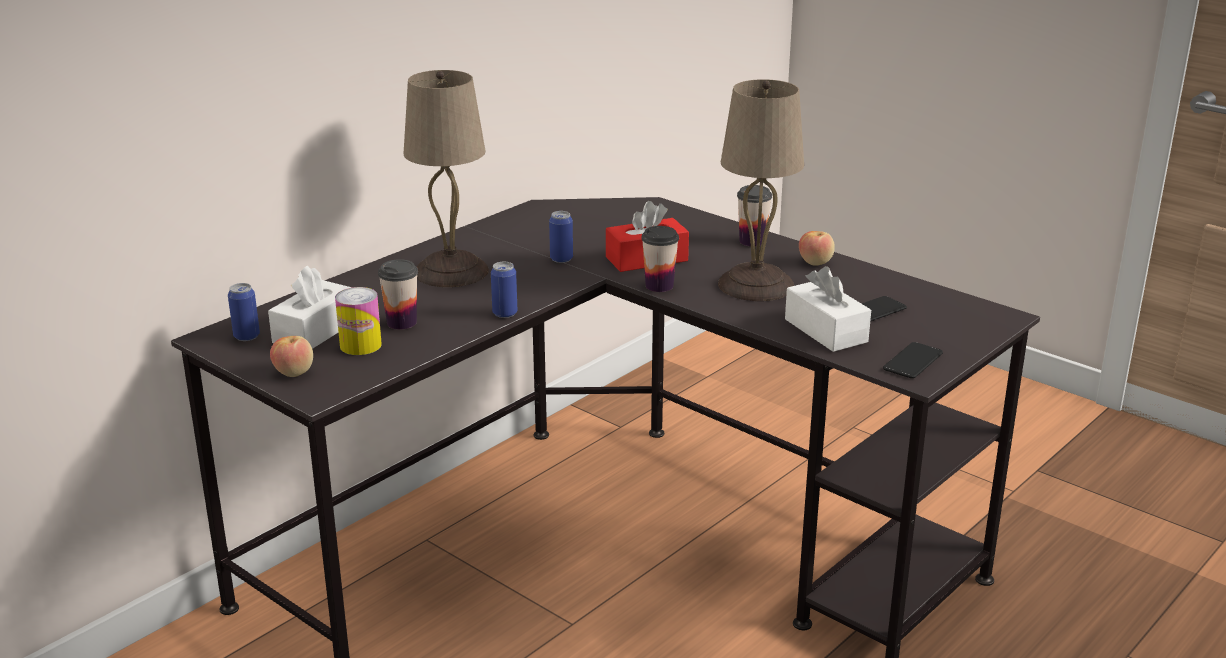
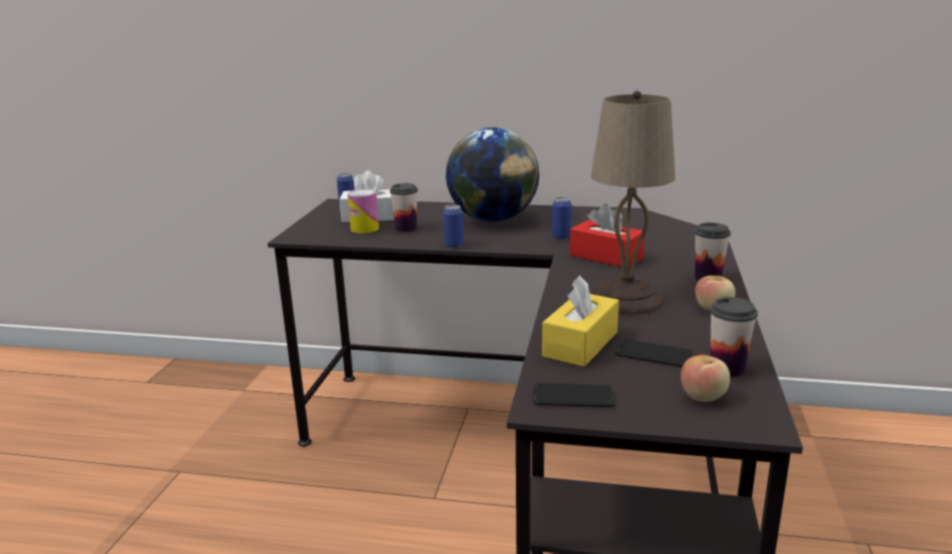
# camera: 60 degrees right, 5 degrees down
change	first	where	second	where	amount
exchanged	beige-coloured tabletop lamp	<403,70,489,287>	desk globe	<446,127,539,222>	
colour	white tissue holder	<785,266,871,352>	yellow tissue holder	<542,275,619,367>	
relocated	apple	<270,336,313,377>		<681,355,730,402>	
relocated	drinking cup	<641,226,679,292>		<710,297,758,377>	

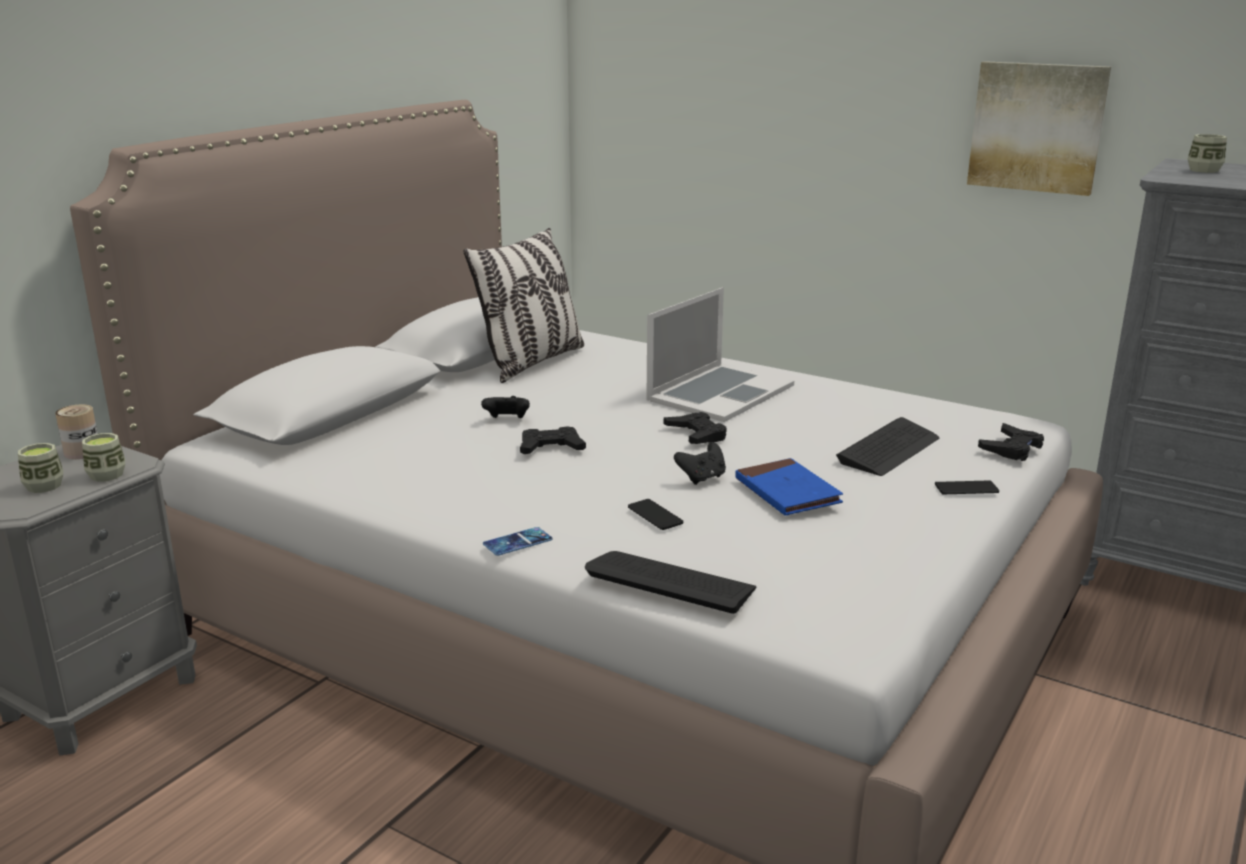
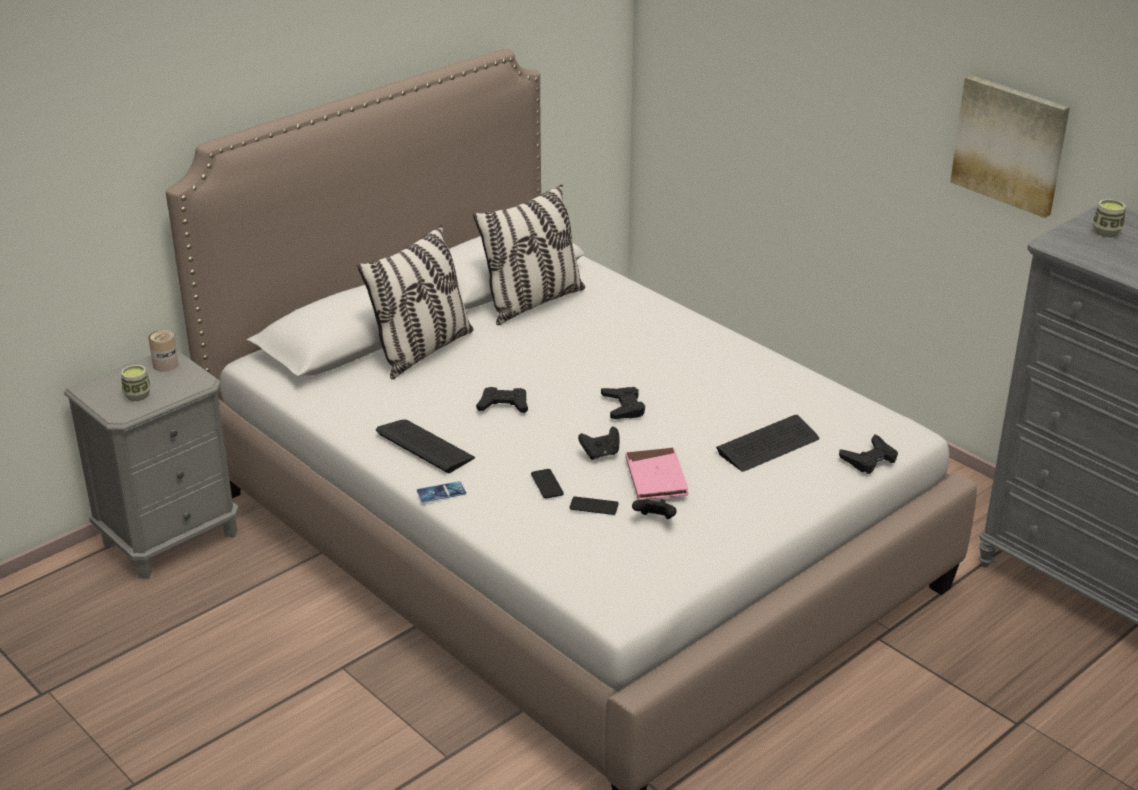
# camera: 15 degrees right, 10 degrees up
change	first	where	second	where	amount
appeared			cushion	<357,225,474,379>	
relocated	PC keyboard	<585,551,757,614>		<376,420,475,473>	
relocated	phone	<935,480,999,494>		<570,496,619,515>	
colour	bluish bound book	<735,458,843,515>	pink bound book	<625,447,688,500>	
relocated	black-coloured gamepad	<481,396,530,418>		<632,499,677,519>	
missing	drinking cup	<82,433,125,482>			
missing	portable computer	<646,287,794,422>			

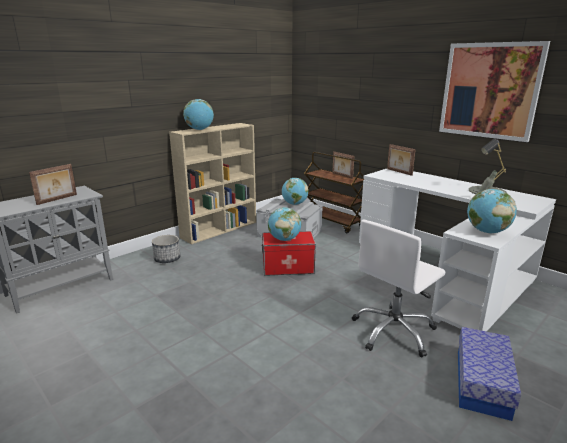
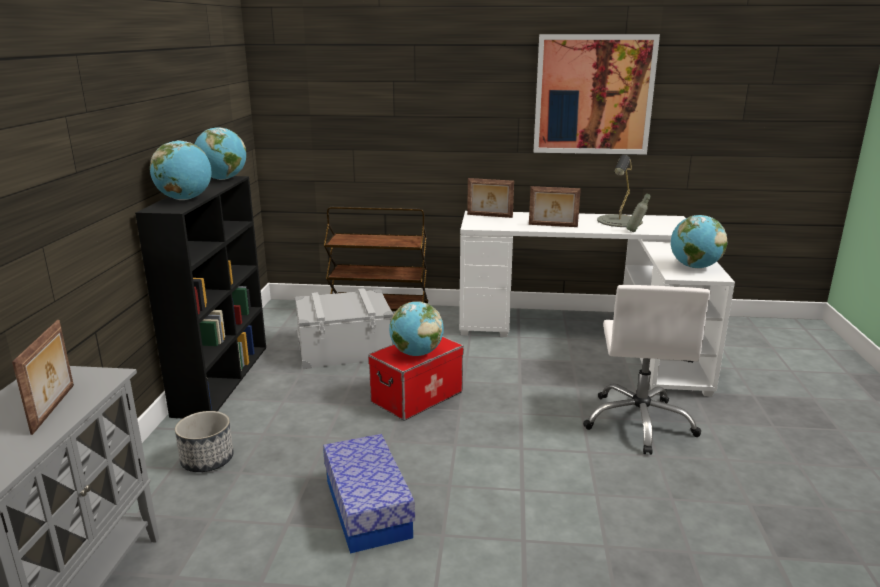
# camera: 40 degrees left, 0 degrees up
change	first	where	second	where	amount
colour	beige-coloured shelving unit	<169,123,256,244>	black-coloured shelving unit	<135,176,266,419>	
relocated	desk globe	<282,178,309,205>		<194,128,246,180>	
relocated	storage container	<458,327,521,421>		<323,434,415,554>	
relocated	photo frame	<332,151,354,179>		<529,186,581,227>	

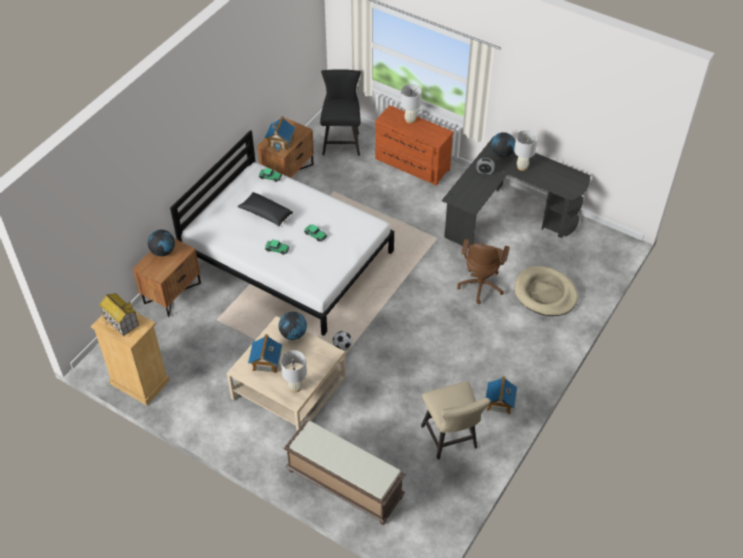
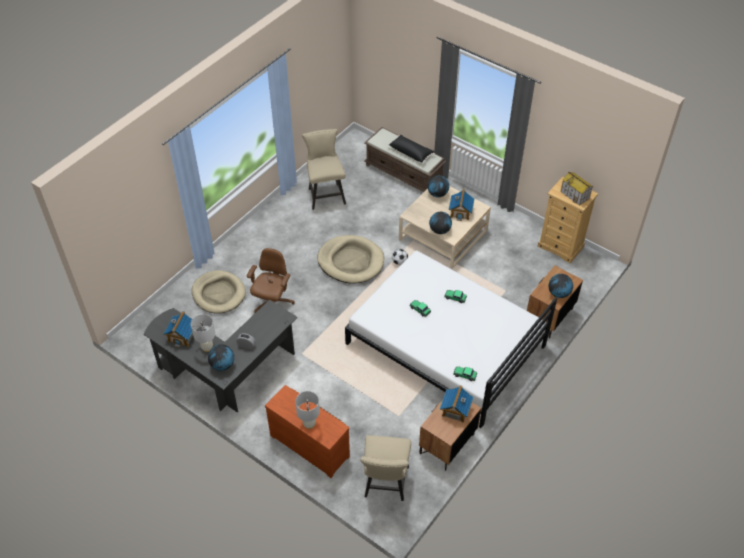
# camera: 175 degrees left, 0 degrees up
change	first	where	second	where	amount
relocated	toy house	<486,376,517,414>		<163,311,193,348>	
appeared			beige-coloured dog bed	<317,235,384,284>	
colour	black-coloured plain chair	<320,69,361,156>	beige-coloured plain chair	<360,435,411,501>	
relocated	black-coloured cushion	<237,192,294,227>		<388,135,435,163>	
exchanged	white tabletop lamp	<281,350,307,392>	desk globe	<428,175,449,197>	

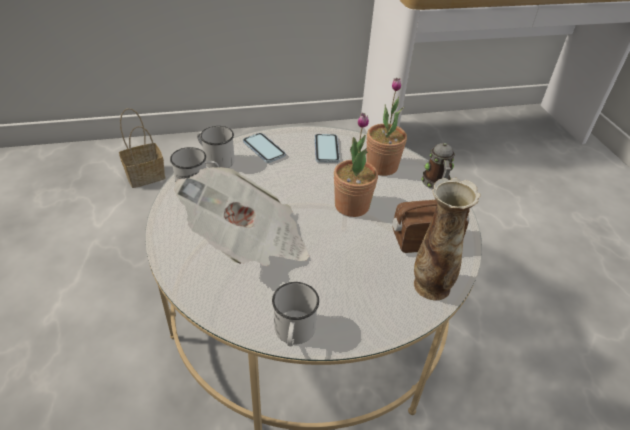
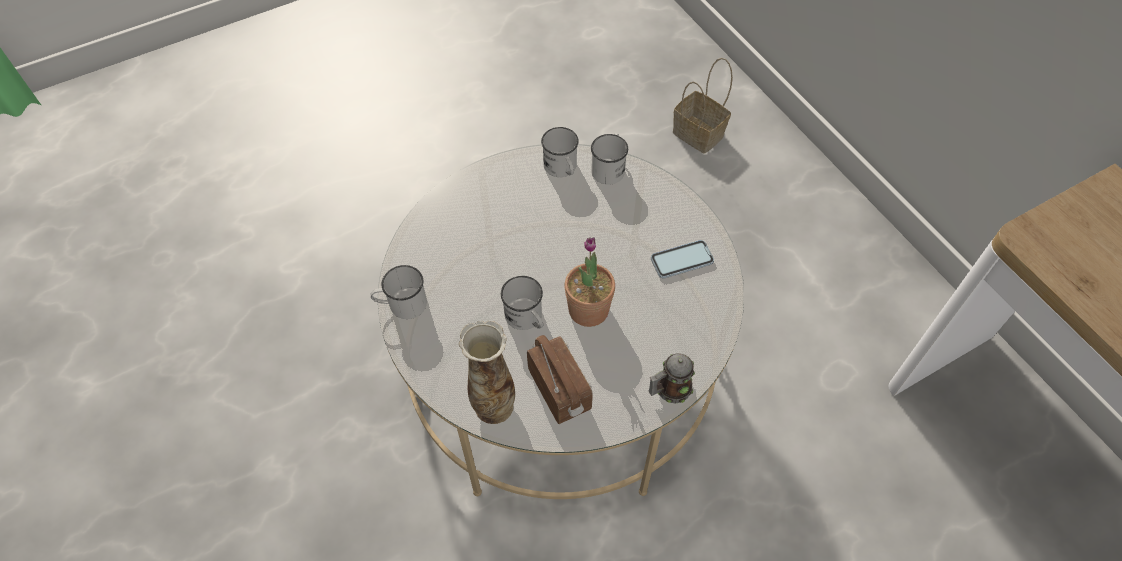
# camera: 75 degrees right, 15 degrees up
change	first	where	second	where	amount
appeared			white tea mug	<501,276,543,330>	
missing	newspaper	<174,167,309,266>			
missing	phone	<243,133,286,163>			
missing	plant in a pot	<366,78,407,176>			

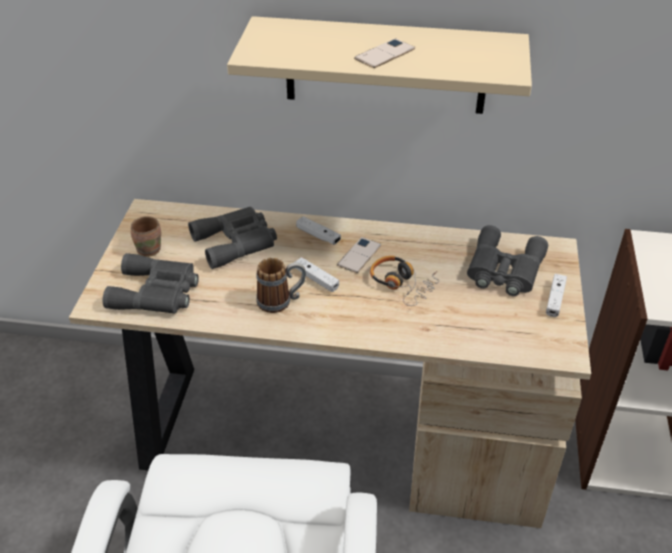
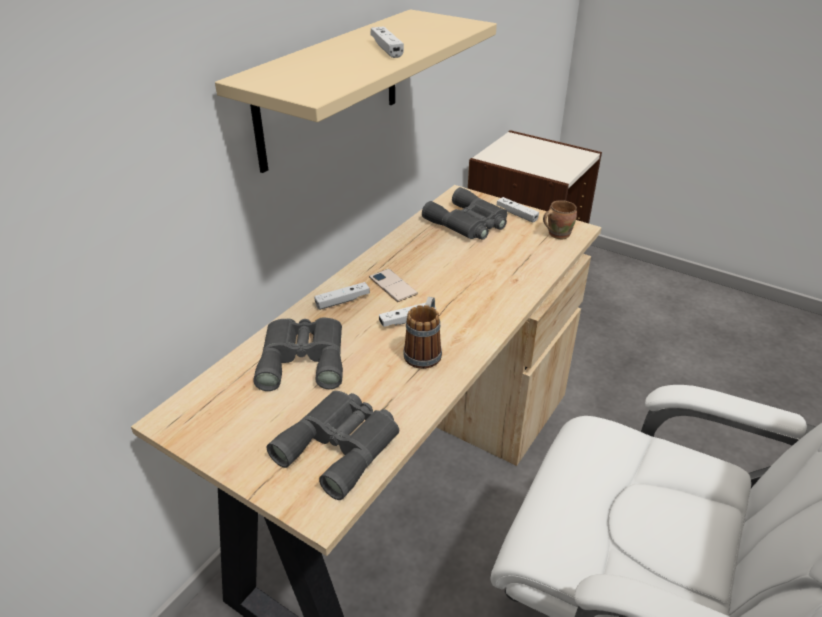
# camera: 65 degrees left, 5 degrees down
change	first	where	second	where	amount
exchanged	phone	<354,38,415,68>	white gamepad	<371,26,404,58>	
relocated	brown tea mug	<131,216,161,257>		<543,200,577,239>	
missing	headset	<370,256,439,306>			

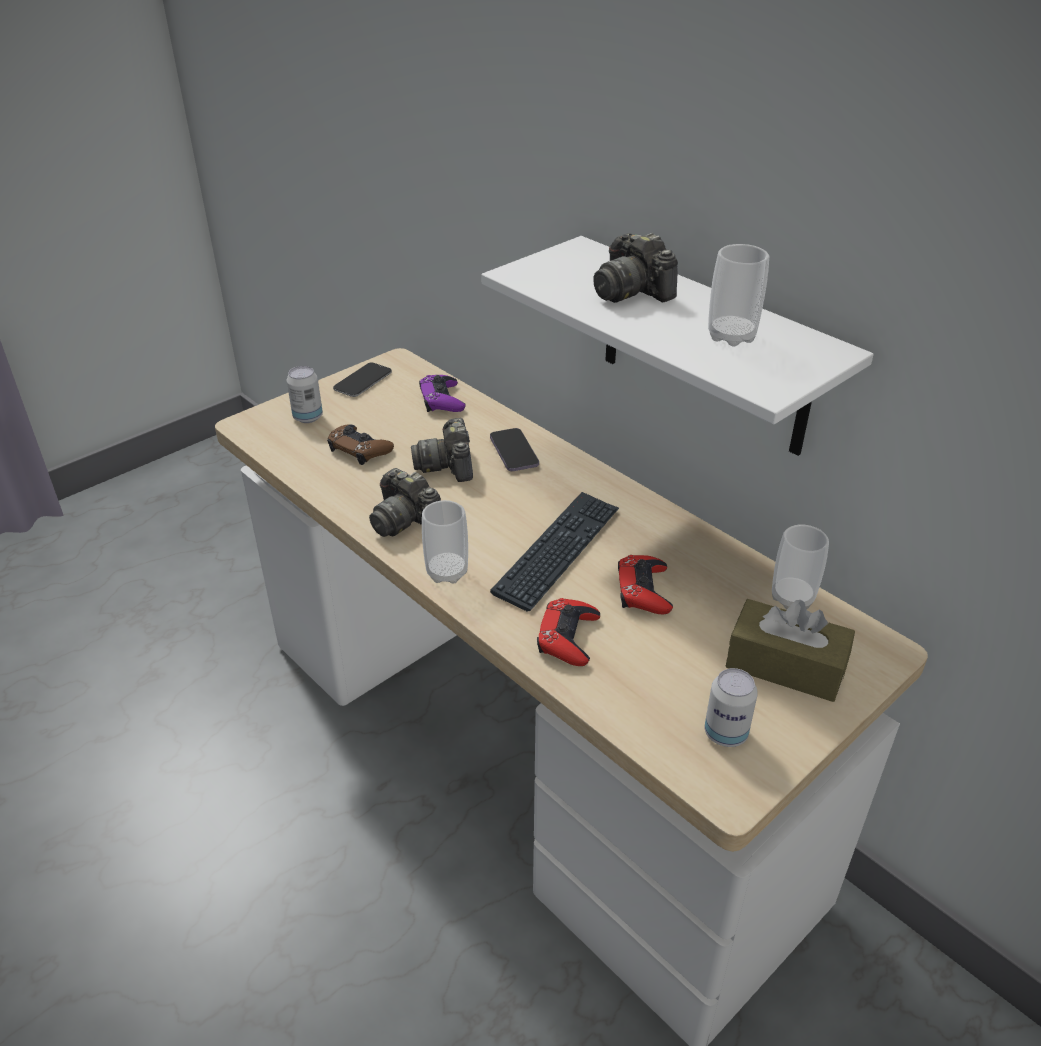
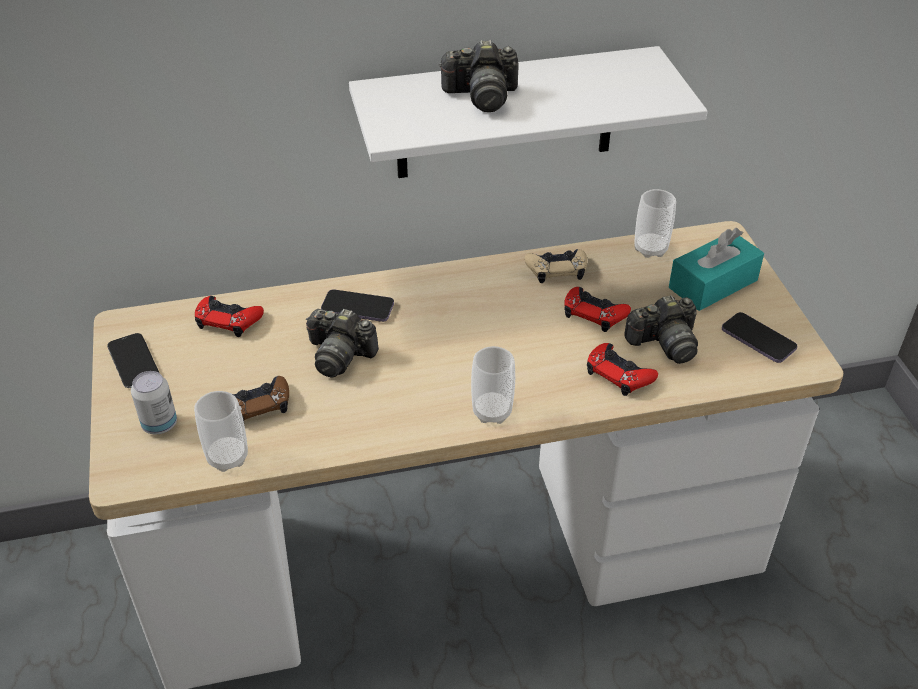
# camera: 60 degrees left, 5 degrees up
change	first	where	second	where	amount
relocated	drinking cup	<708,244,769,347>		<194,391,248,472>	
colour	purplish gamepad	<419,375,466,412>	red gamepad	<195,296,264,337>	
appeared			beige-coloured gamepad	<525,249,587,283>	
relocated	still camera	<369,468,441,537>		<624,295,698,364>	
colour	brown tissue holder	<726,599,855,702>	blue-green tissue holder	<669,228,764,311>	
exchanged	sealed can	<704,668,758,747>	phone	<722,312,797,363>	
missing	PC keyboard	<490,492,619,611>			

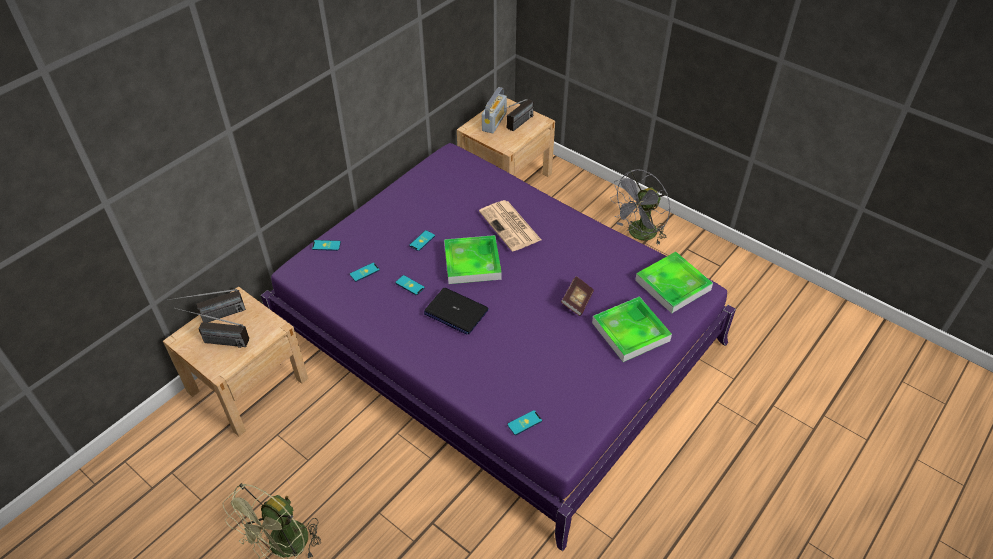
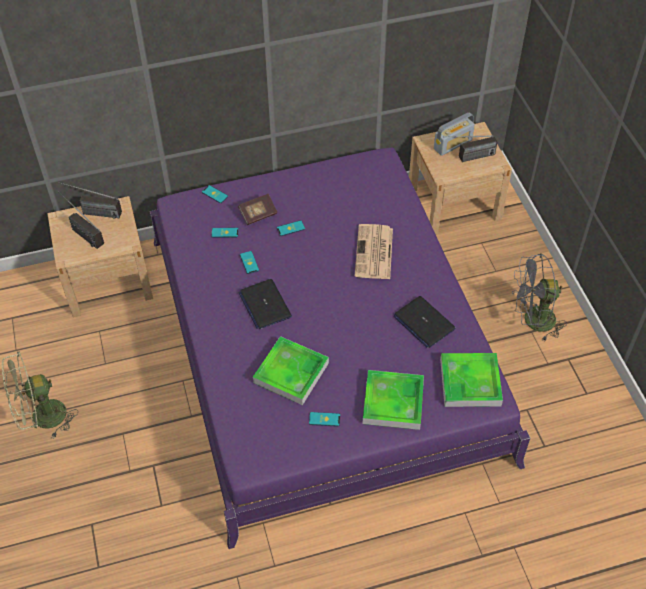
# camera: 35 degrees right, 5 degrees up
change	first	where	second	where	amount
relocated	bound book	<561,276,594,316>		<238,194,277,225>	
relocated	carrying tray	<444,235,502,284>		<253,336,329,405>	
relocated	phone	<507,410,542,435>		<309,412,340,427>	
appeared			portable computer	<394,296,456,348>	

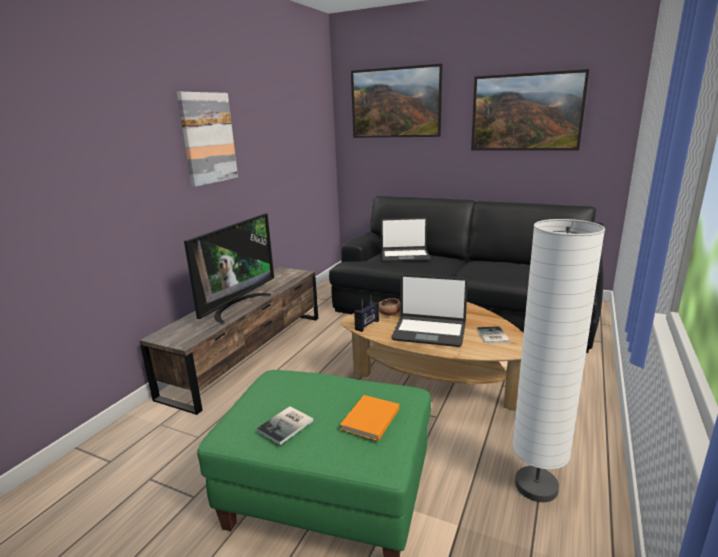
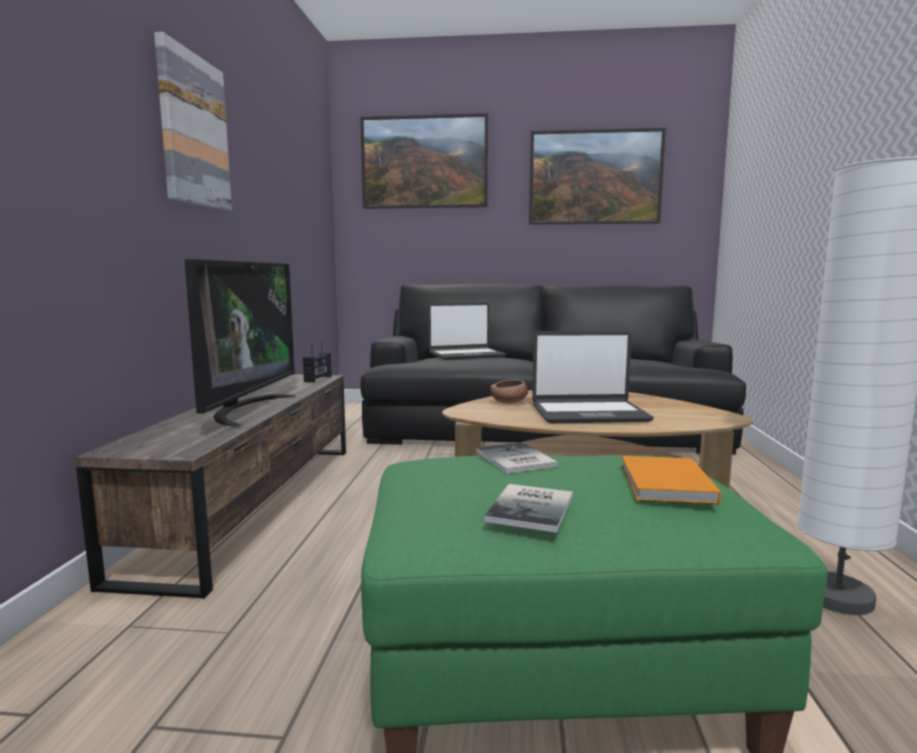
# camera: 20 degrees left, 10 degrees down
change	first	where	second	where	amount
relocated	radio receiver	<354,294,379,332>		<303,341,332,383>	
relocated	bound book	<477,326,510,344>		<477,442,558,474>	

